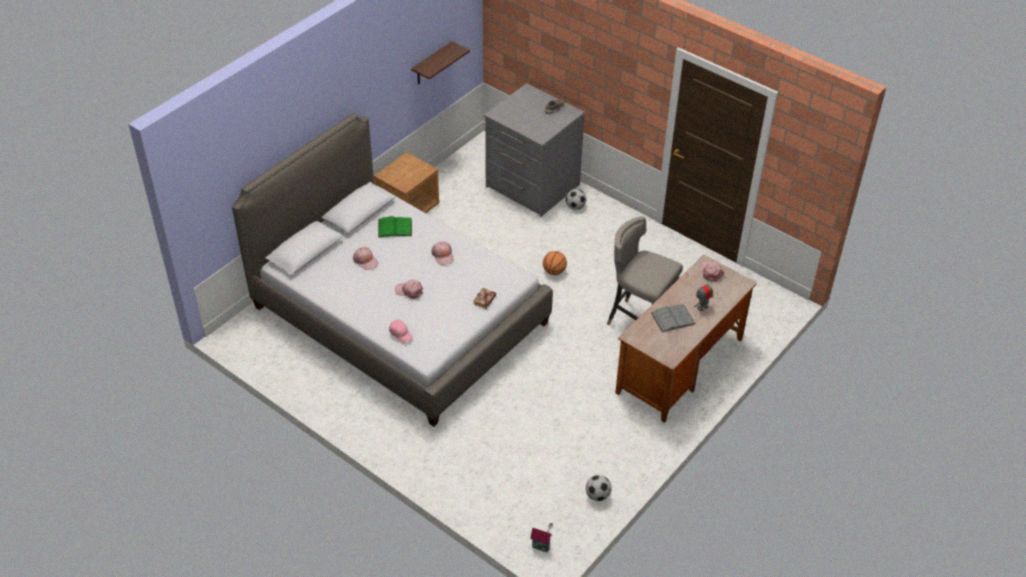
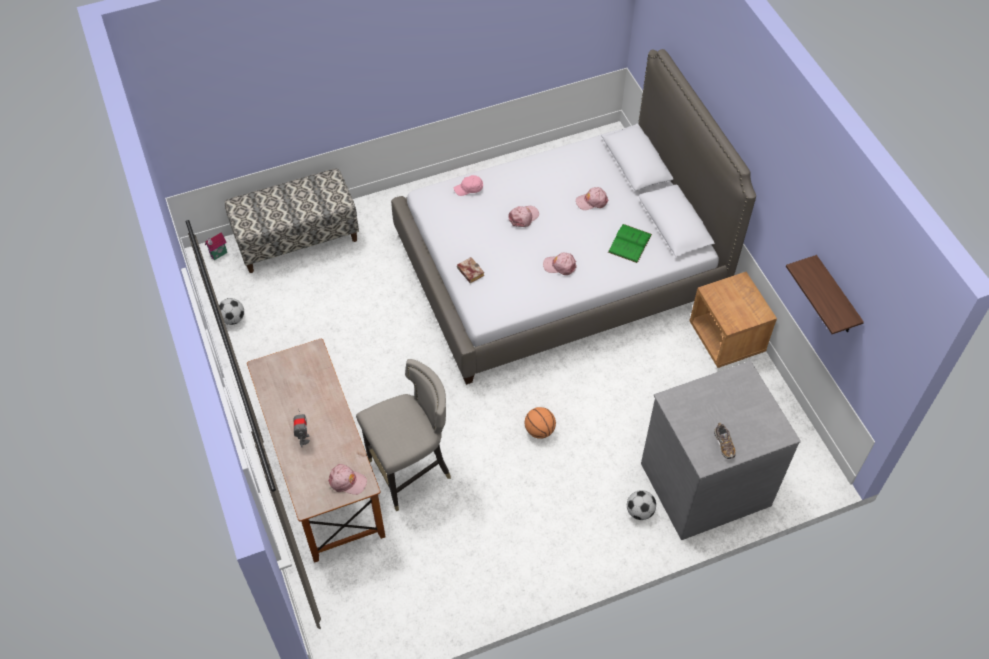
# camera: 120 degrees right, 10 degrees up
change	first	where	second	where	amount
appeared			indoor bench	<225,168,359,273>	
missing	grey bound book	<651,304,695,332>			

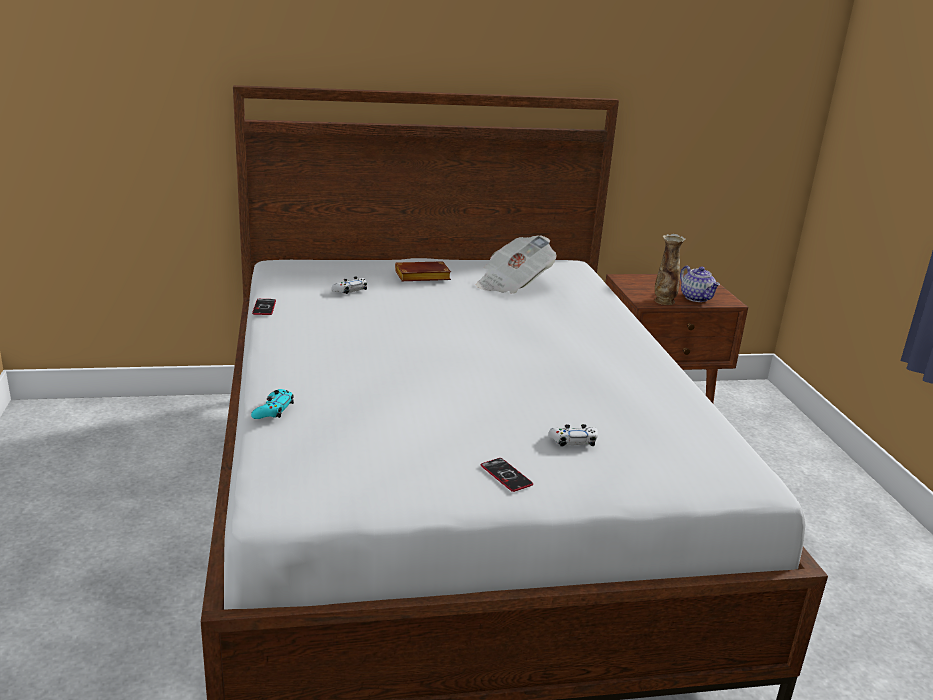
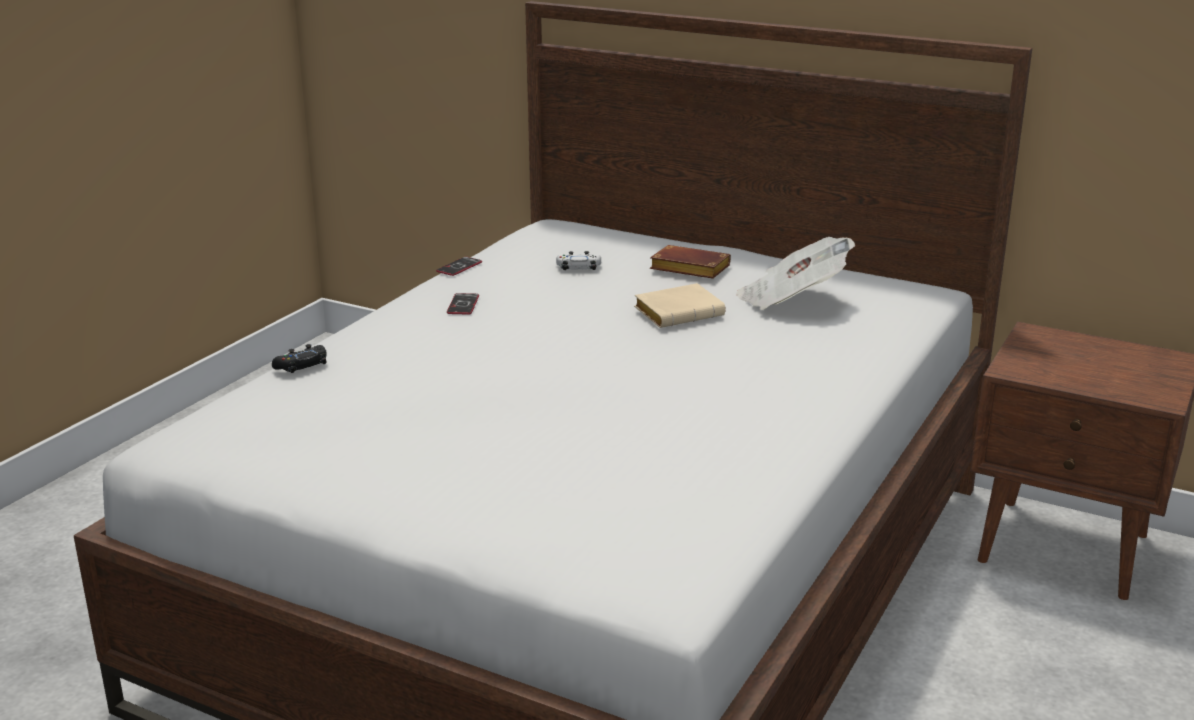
# camera: 40 degrees right, 0 degrees up
change	first	where	second	where	amount
colour	blue-green gamepad	<251,389,294,419>	black-coloured gamepad	<272,344,327,373>	
relocated	phone	<481,458,533,492>		<447,293,479,315>	
appeared			beige-coloured bound book	<634,283,726,328>	
missing	white gamepad	<548,424,598,447>			
missing	decorative vase	<655,234,685,305>			
missing	tea pot	<680,266,720,302>			

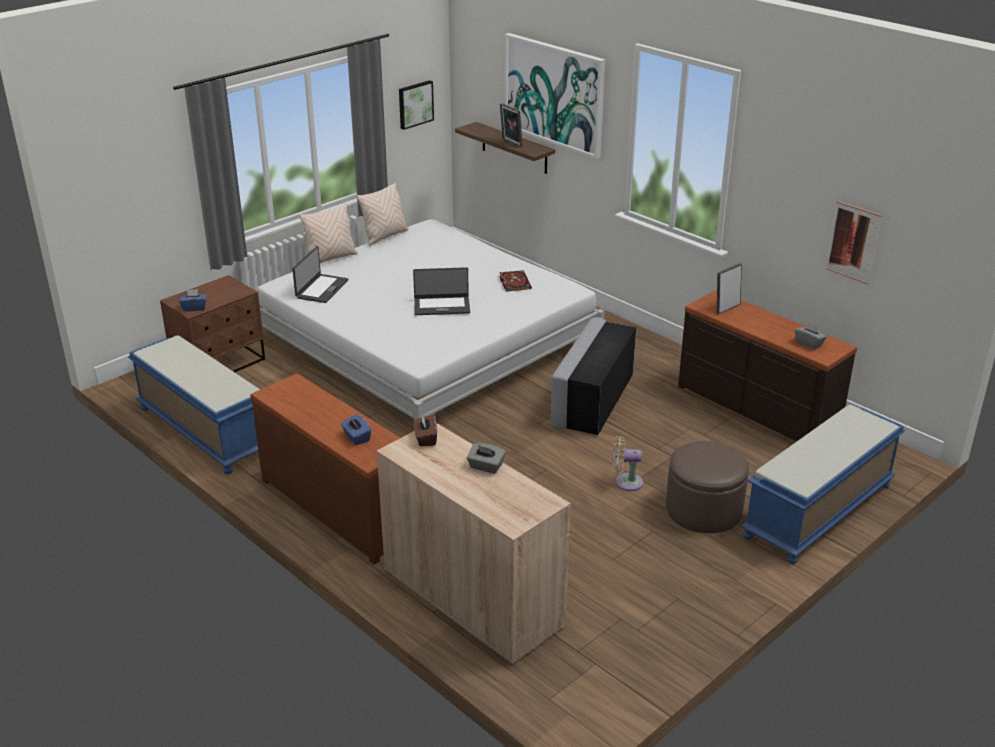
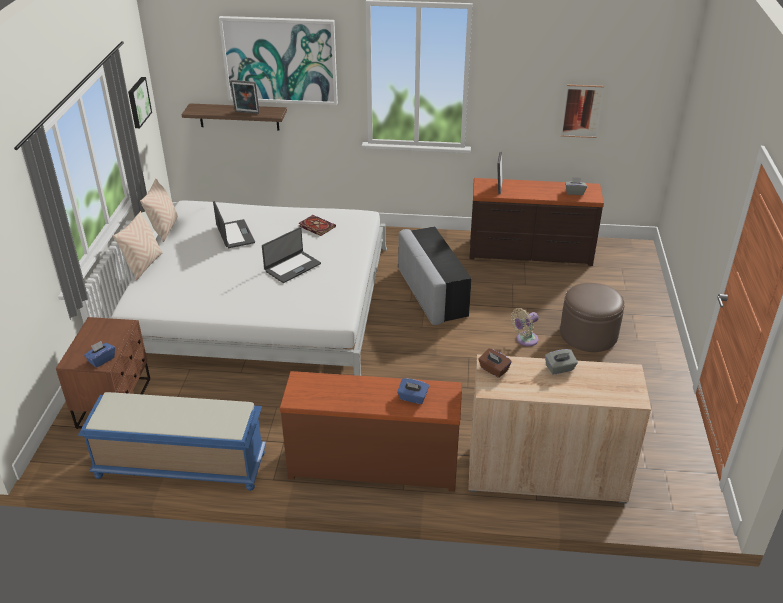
# camera: 40 degrees left, 5 degrees up
change	first	where	second	where	amount
relocated	portable computer	<293,246,349,303>		<213,201,255,248>	
missing	bluish indoor bench	<741,405,905,564>			

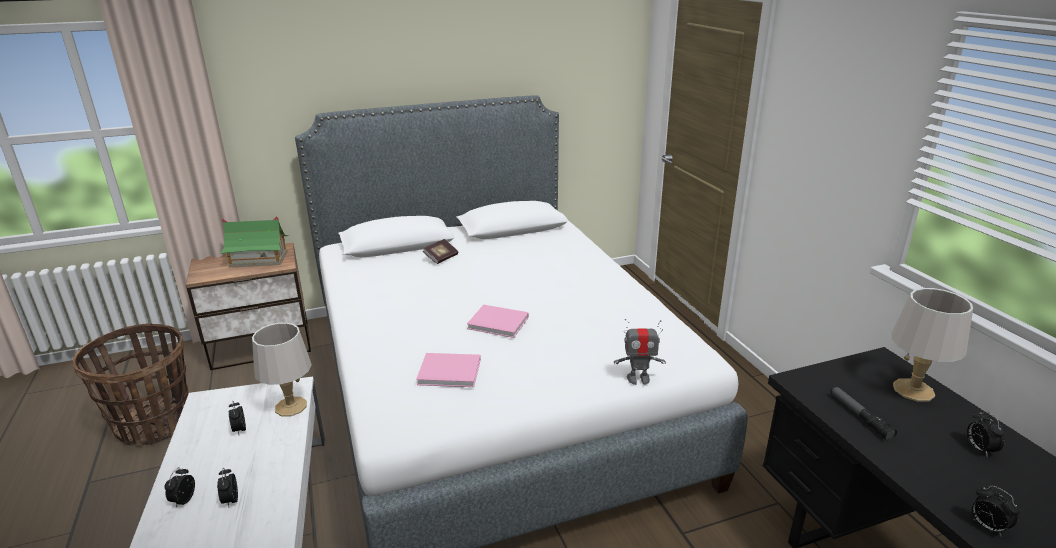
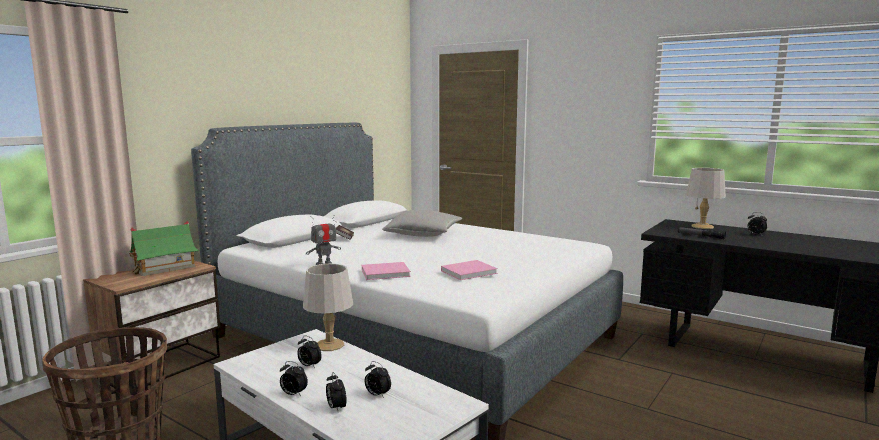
# camera: 35 degrees left, 15 degrees down
change	first	where	second	where	amount
relocated	table clock	<972,486,1020,537>		<280,361,308,396>	
relocated	toy robot	<614,319,666,385>		<306,215,341,265>	
relocated	pink bound book	<467,305,529,338>		<362,262,411,280>	
appeared			grey cushion	<382,210,462,237>	

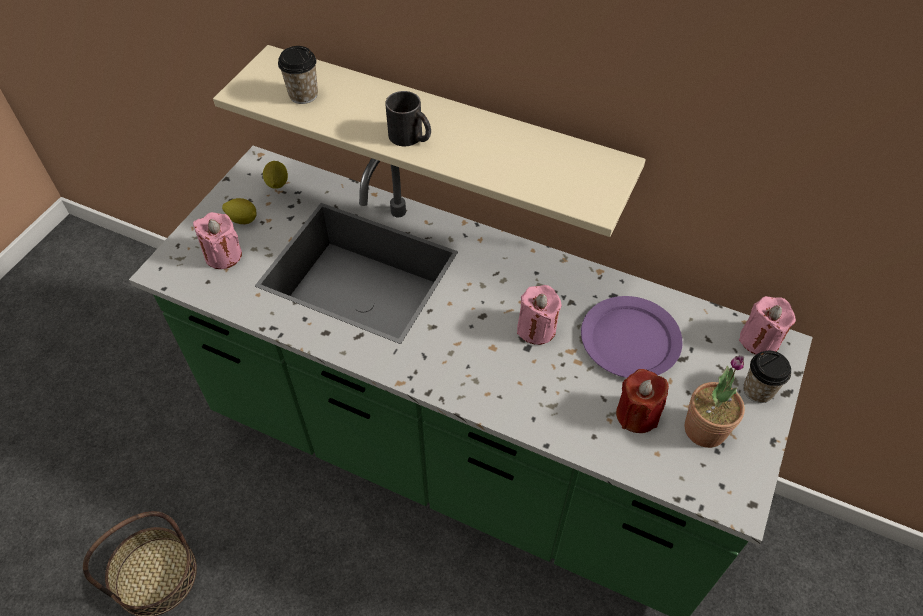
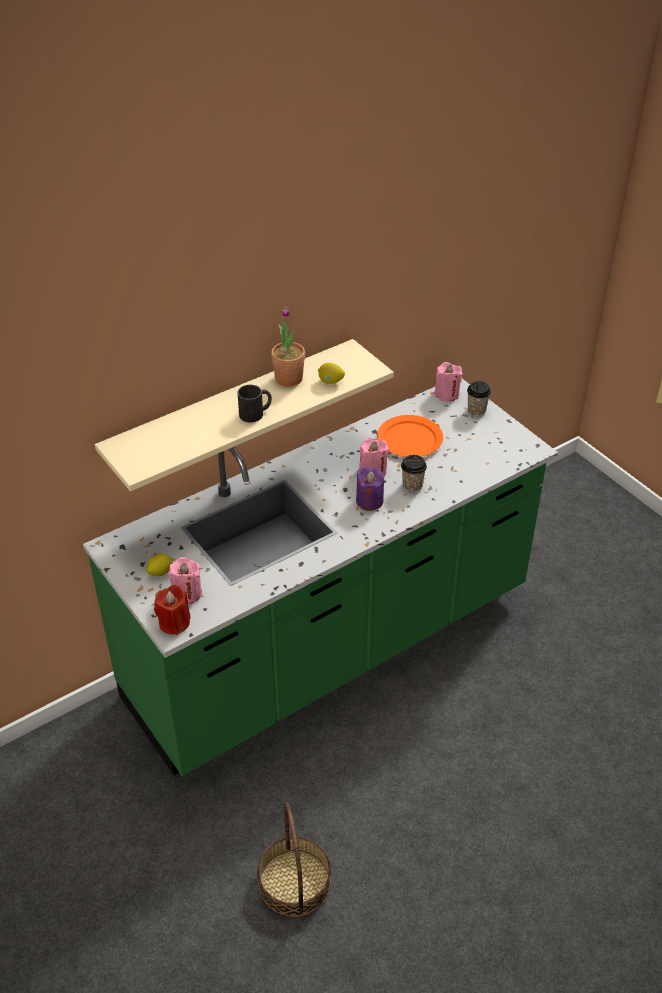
# camera: 60 degrees left, 10 degrees down
change	first	where	second	where	amount
relocated	red wax light	<616,369,669,433>		<154,585,191,635>	
relocated	plant in a pot	<685,355,745,448>		<271,306,305,387>	
relocated	whole lemon	<263,161,288,189>		<318,363,345,384>	
appeared			purplish wax light	<356,467,384,511>	
colour	purplish flat dish	<581,296,683,378>	orange-coloured flat dish	<377,415,443,457>	
relocated	drinking cup	<278,46,318,104>		<401,455,427,492>	

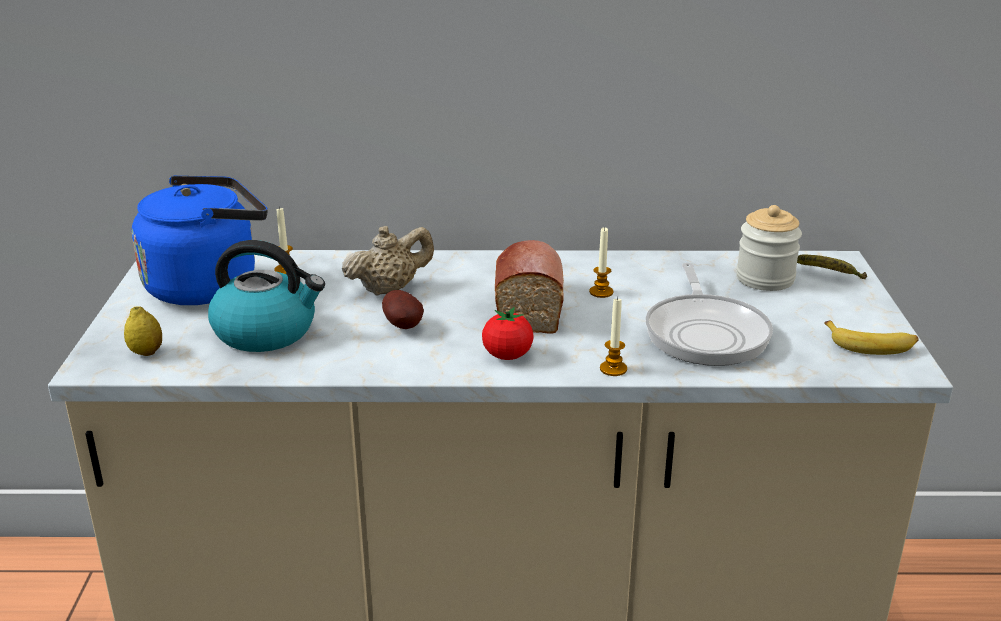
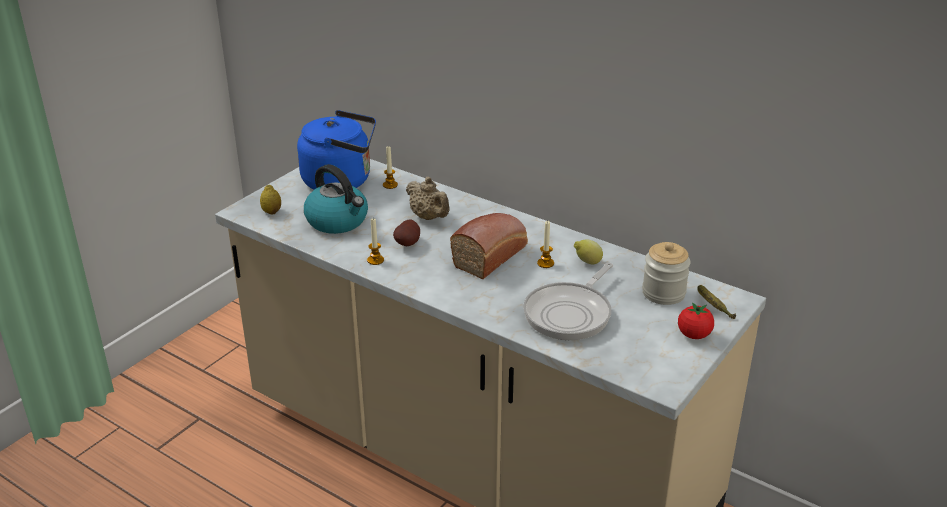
# camera: 35 degrees right, 5 degrees up
change	first	where	second	where	amount
relocated	wax light	<600,297,627,376>		<367,218,384,265>	
spun	beige-coloured tea pot	<342,226,434,296>		<406,177,450,220>	45 degrees clockwise
appeared			whole lemon	<574,239,603,265>	
relocated	fresh tomato	<482,307,534,360>		<678,302,714,339>	
missing	whole banana	<824,321,919,355>			

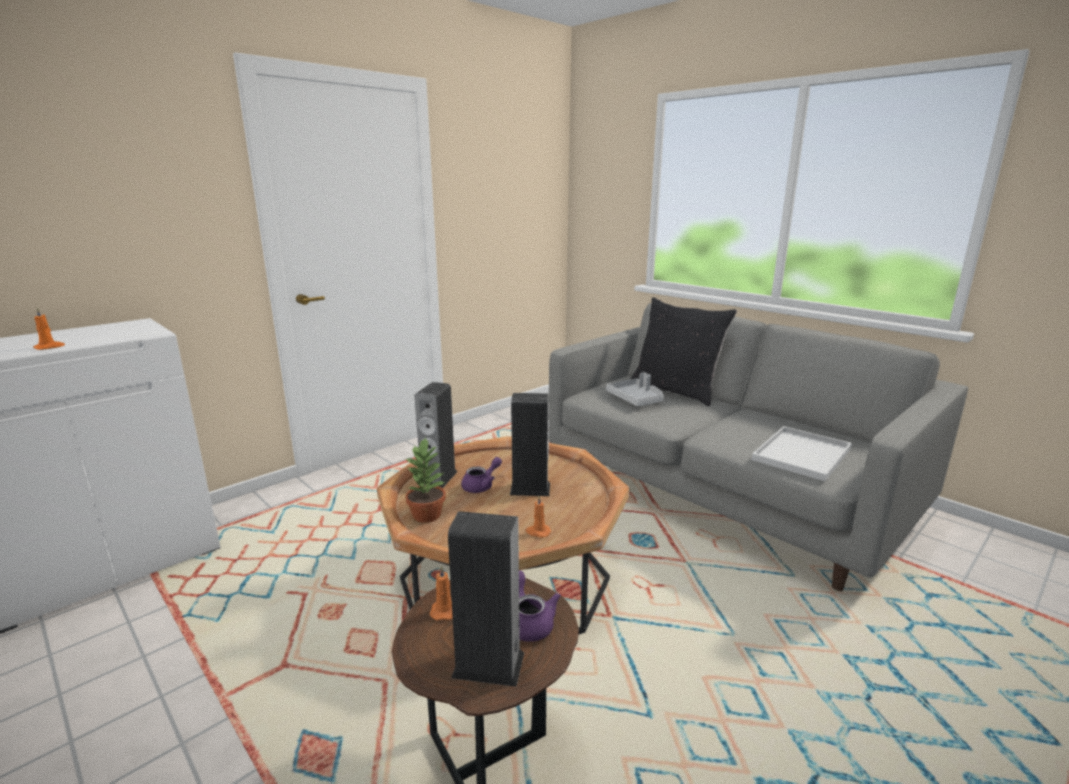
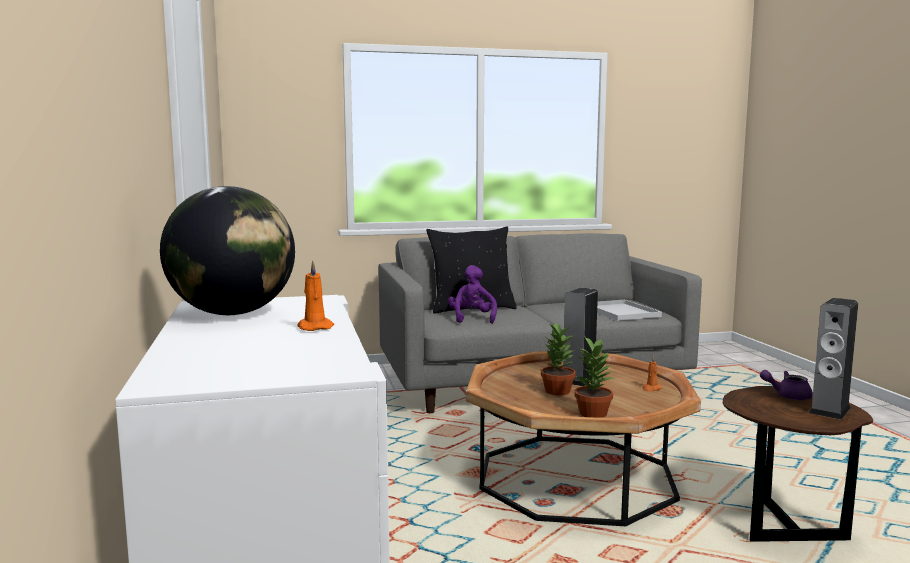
# camera: 60 degrees left, 10 degrees down
change	first	where	second	where	amount
appeared			desk globe	<160,186,295,315>	
exchanged	grey carrying tray	<606,372,664,406>	purplish plush toy	<448,265,497,324>	
exchanged	purplish tea pot	<461,457,502,493>	plant in a pot	<541,323,576,395>	
missing	loudspeaker	<415,382,458,488>			
missing	orange-coloured wax light	<430,565,453,620>			

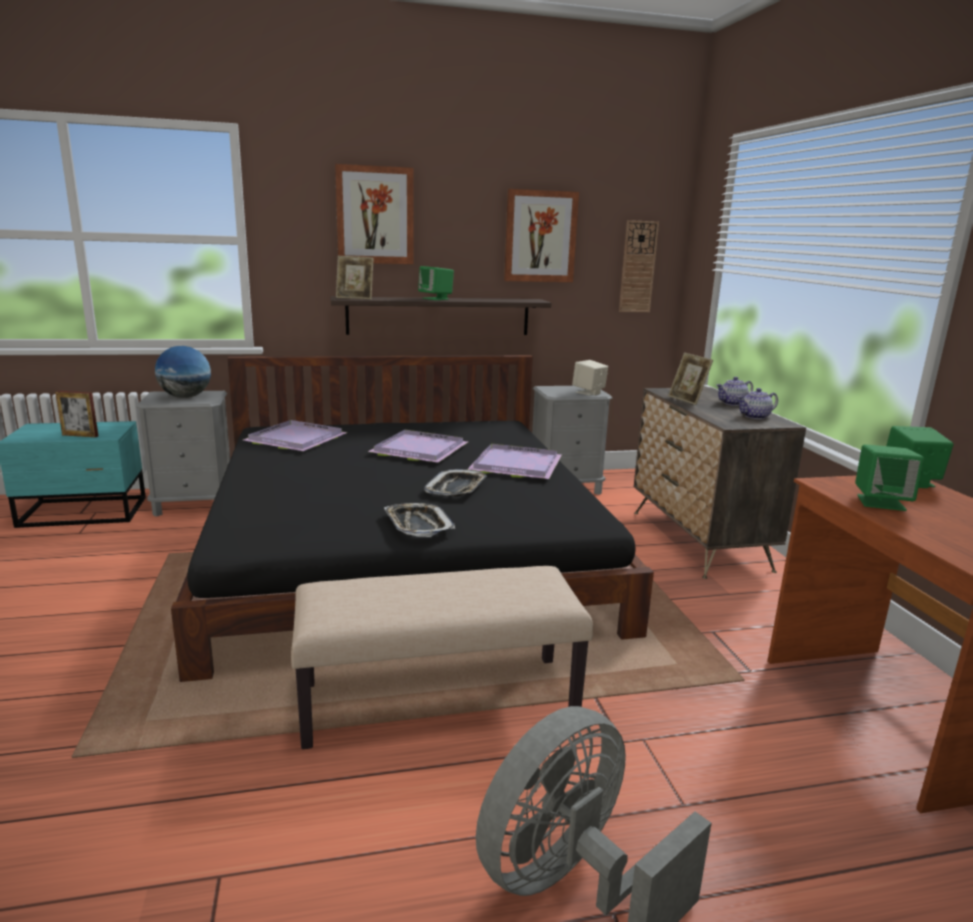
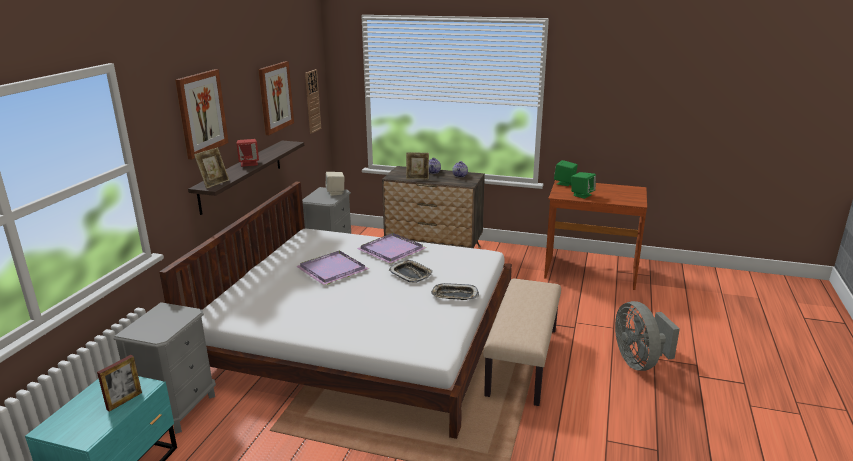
# camera: 60 degrees left, 5 degrees up
change	first	where	second	where	amount
colour	black-coloured sleeping bed	<171,355,654,682>	white sleeping bed	<159,182,512,439>	
colour	green loudspeaker	<418,266,454,300>	red loudspeaker	<237,139,259,167>	
missing	desk globe	<155,346,211,398>			
missing	purplish carrying tray	<243,420,348,451>			

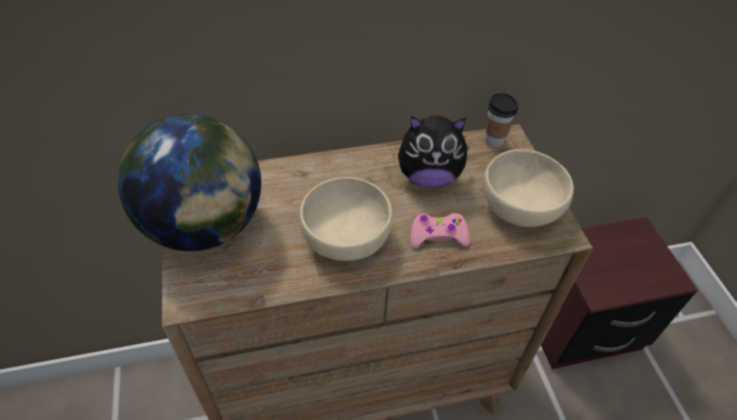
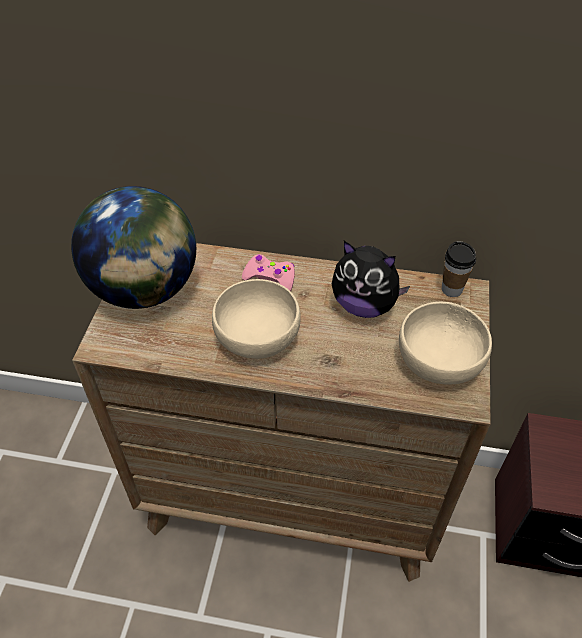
# camera: 25 degrees right, 0 degrees up
change	first	where	second	where	amount
relocated	pink gamepad	<410,213,470,248>		<242,254,295,291>	

